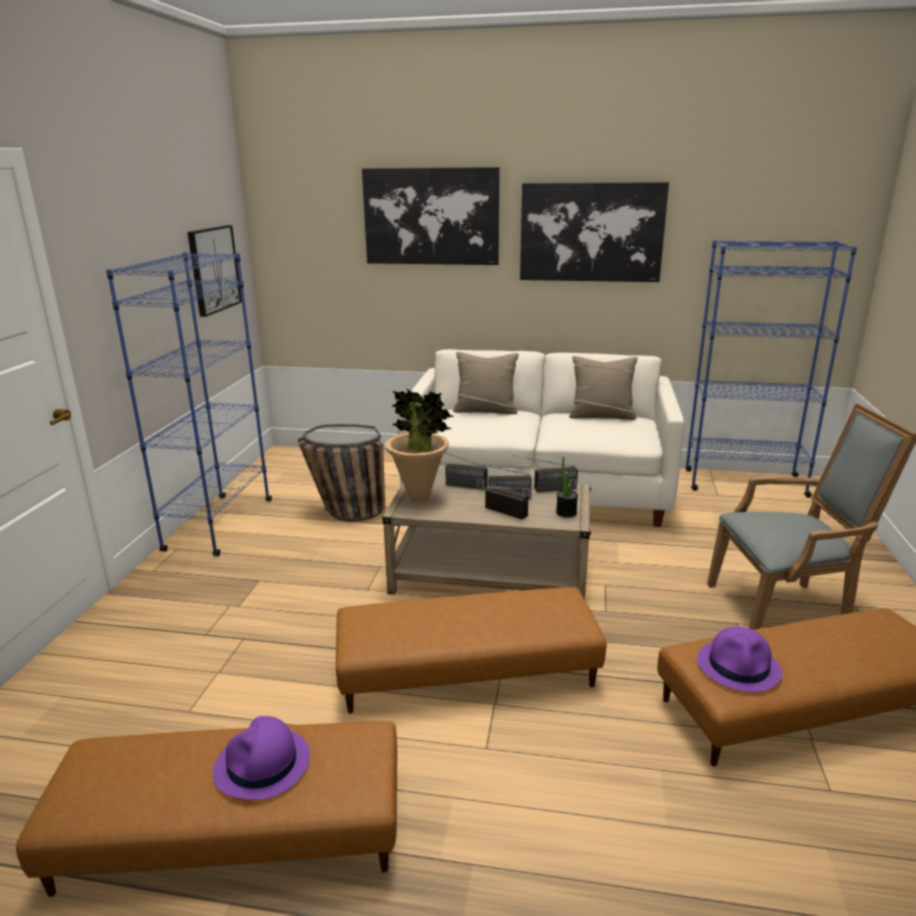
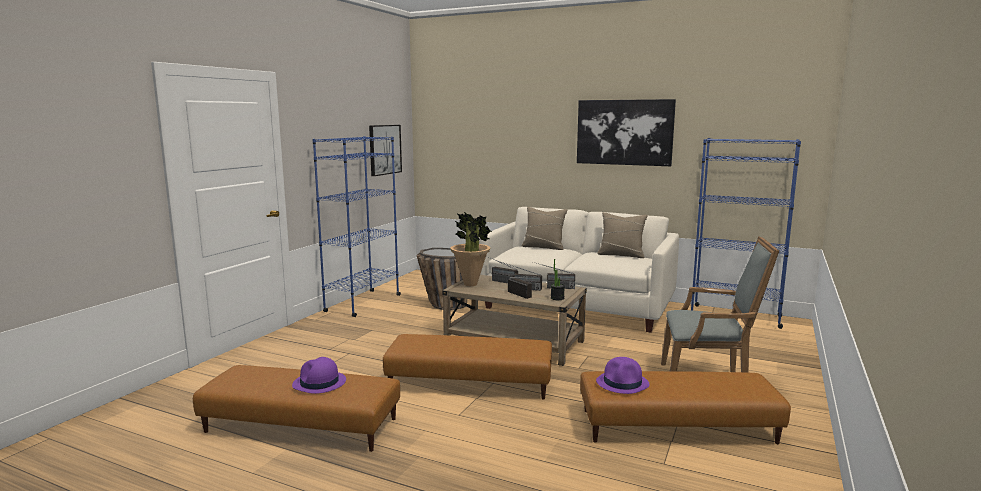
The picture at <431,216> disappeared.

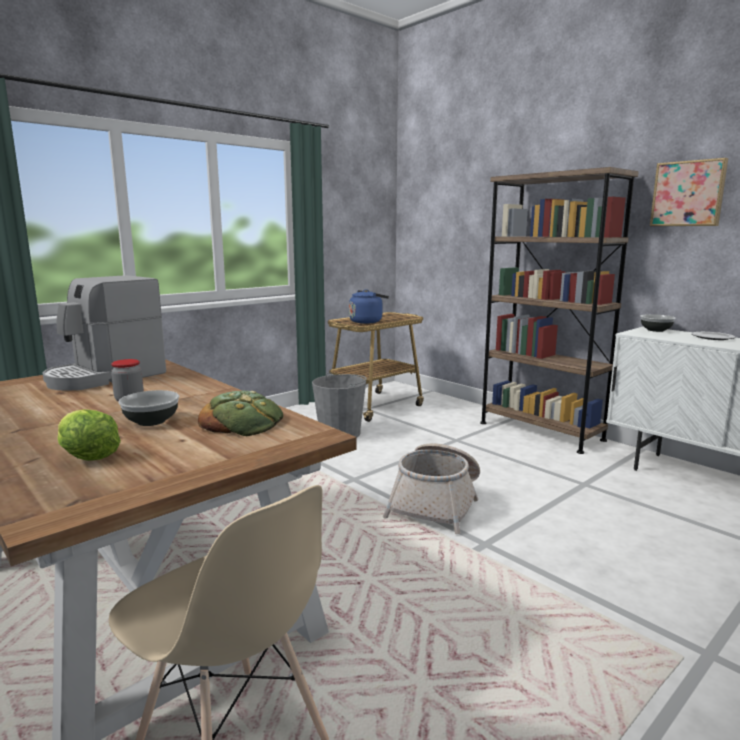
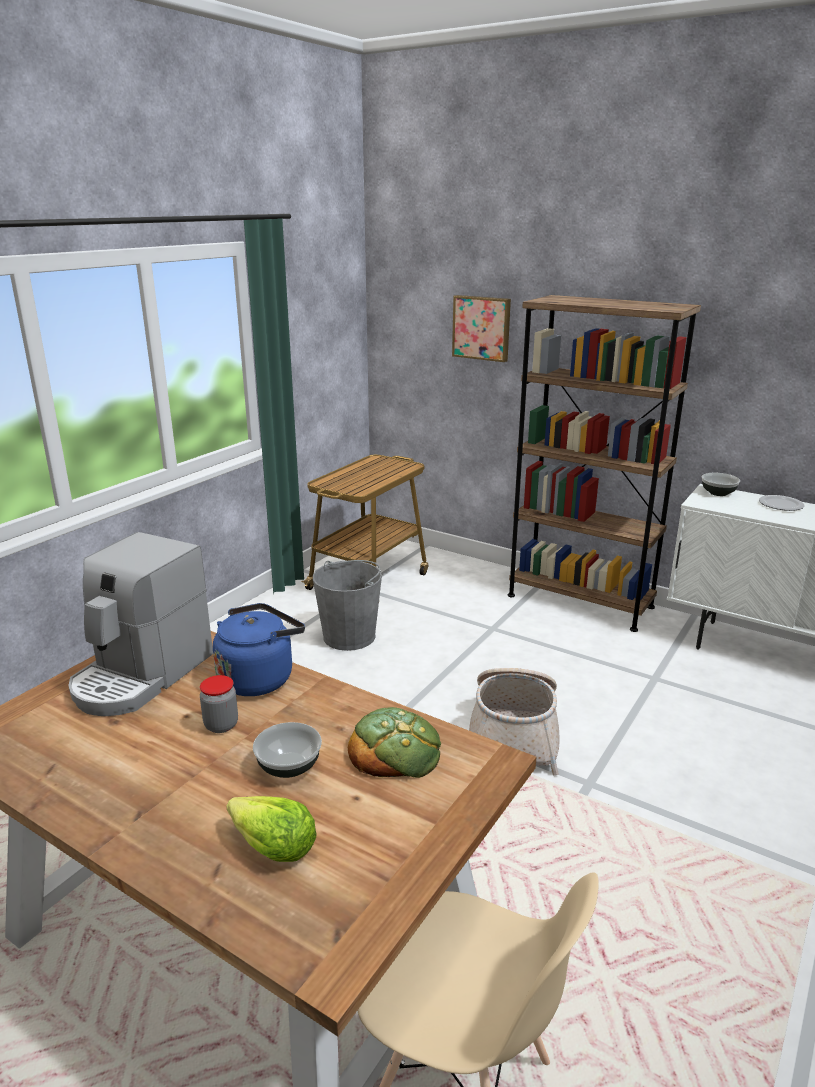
The picture moved from <689,192> to <481,328>.
The blue water kettle moved from <369,306> to <259,649>.

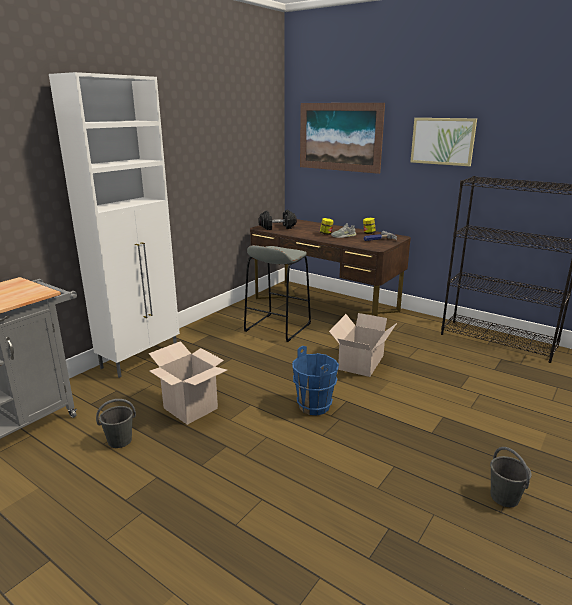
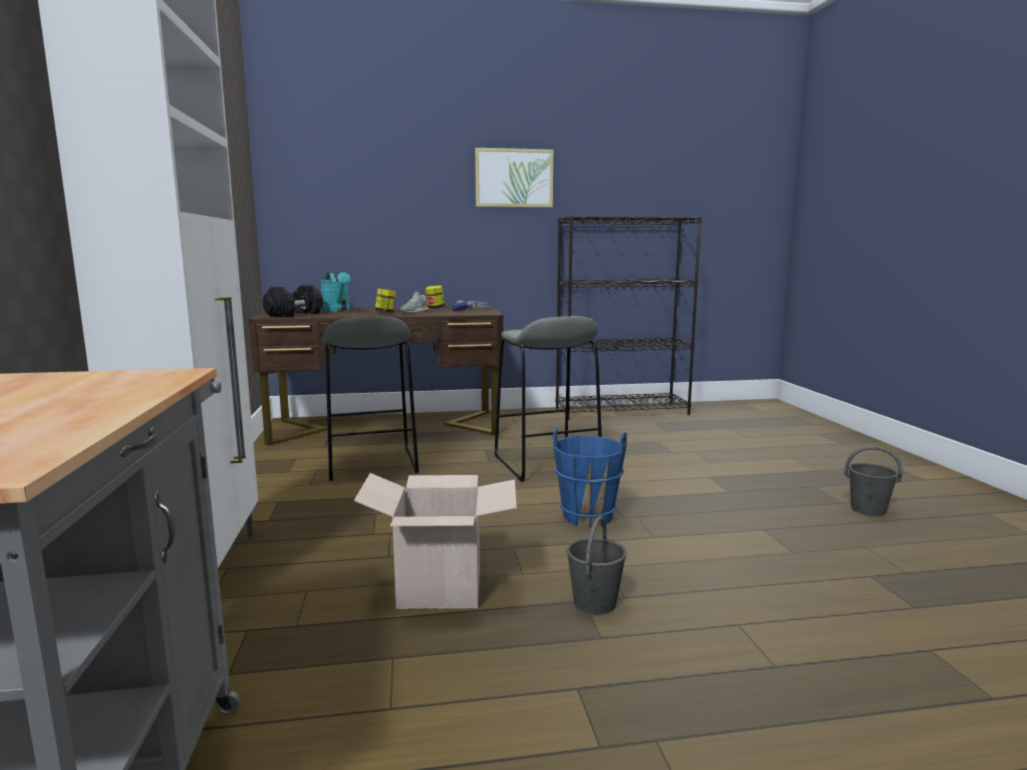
The picture at <342,138> disappeared.
The packing box at <363,345> was replaced by the gray stool seat at <548,399>.
The gray pail moved from <116,423> to <597,565>.
The turquoise-coloured watering can at <335,292> appeared.

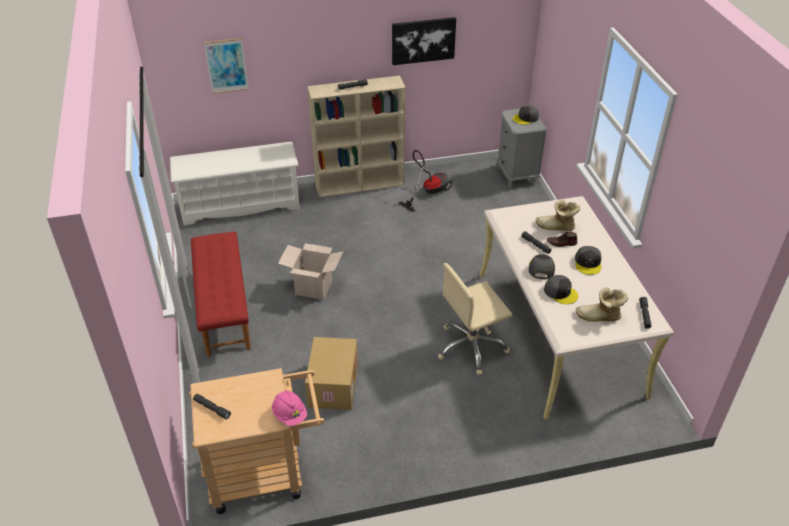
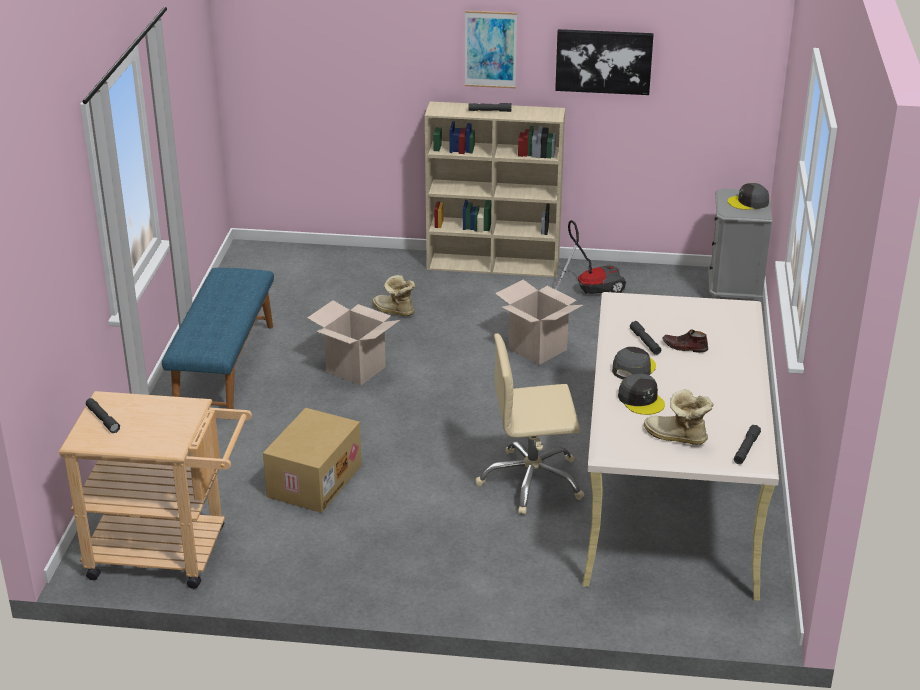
The picture moved from <226,66> to <491,49>.
The whitish shoe stand at <235,184> disappeared.
The tall boot moved from <558,215> to <394,295>.
The red long seat at <221,294> became the blue long seat at <218,344>.
The gray peaked cap at <588,260> disappeared.
The pink-coloured hard hat at <289,408> disappeared.
The packing box at <539,322> appeared.

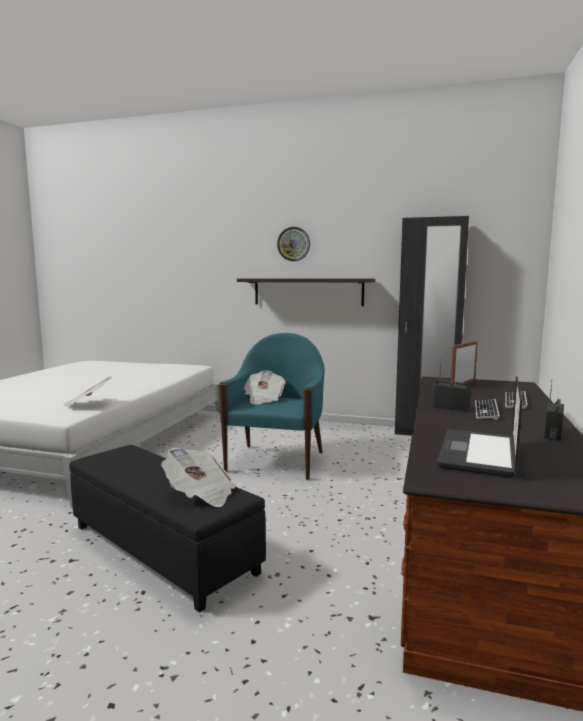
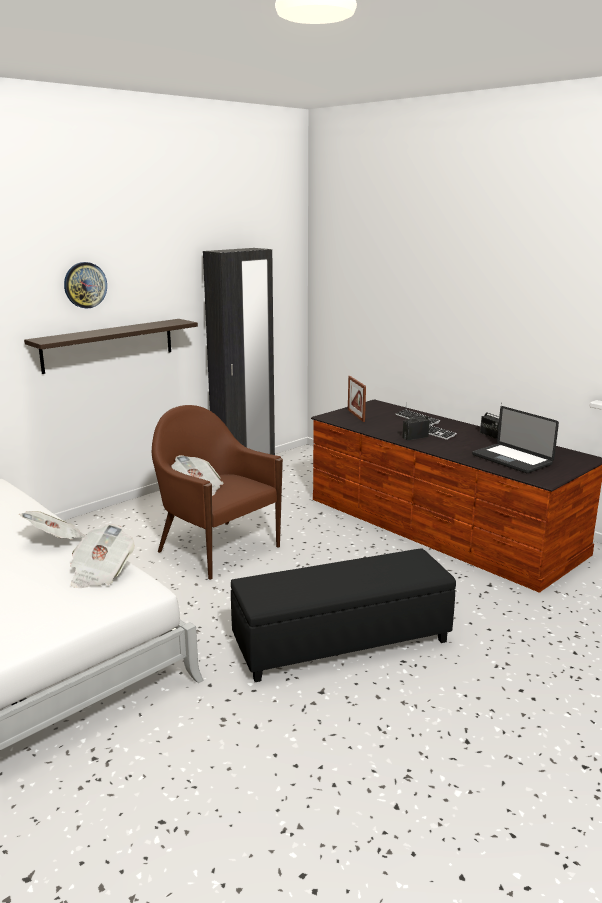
The turquoise-coloured armchair at <272,406> became the brown armchair at <217,492>.
The newspaper moved from <198,477> to <52,525>.

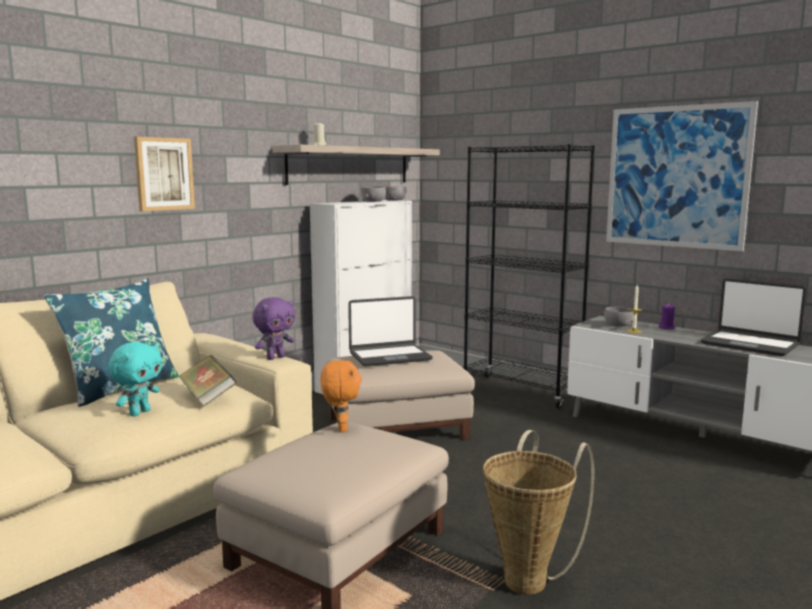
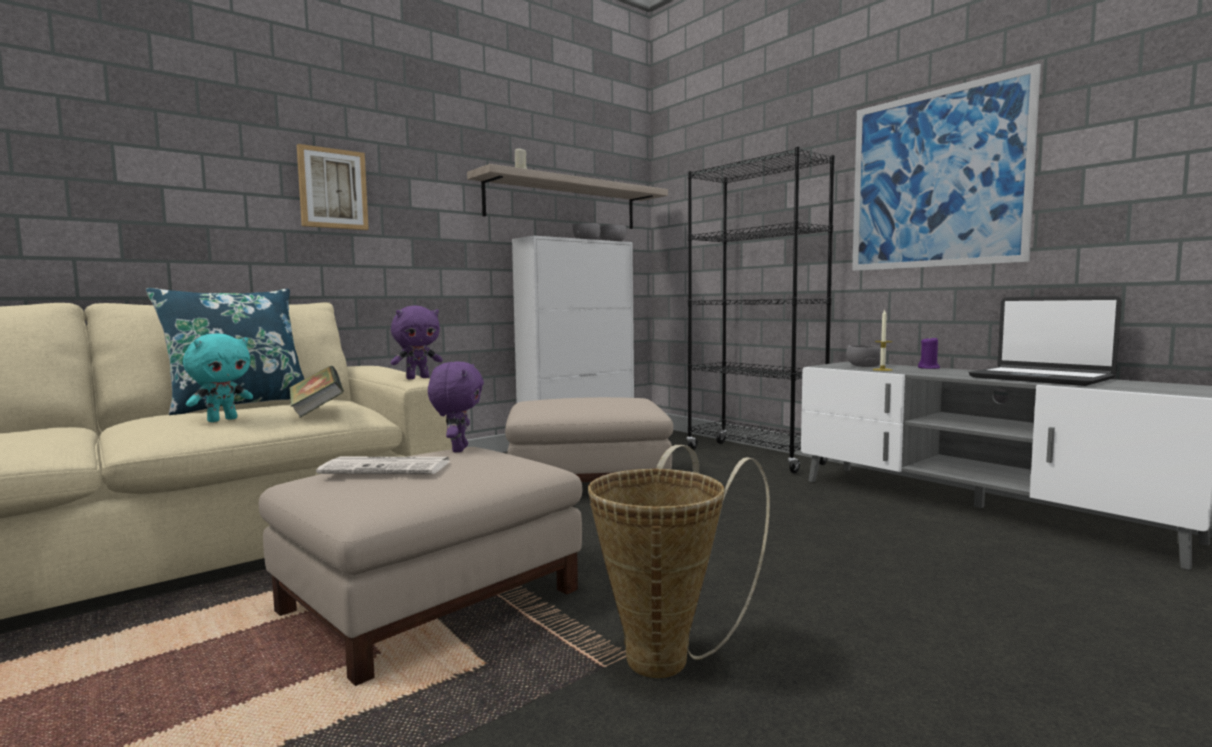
The notebook computer at <390,331> disappeared.
The orange-coloured soft toy at <341,395> became the purplish soft toy at <456,406>.
The newspaper at <383,465> appeared.

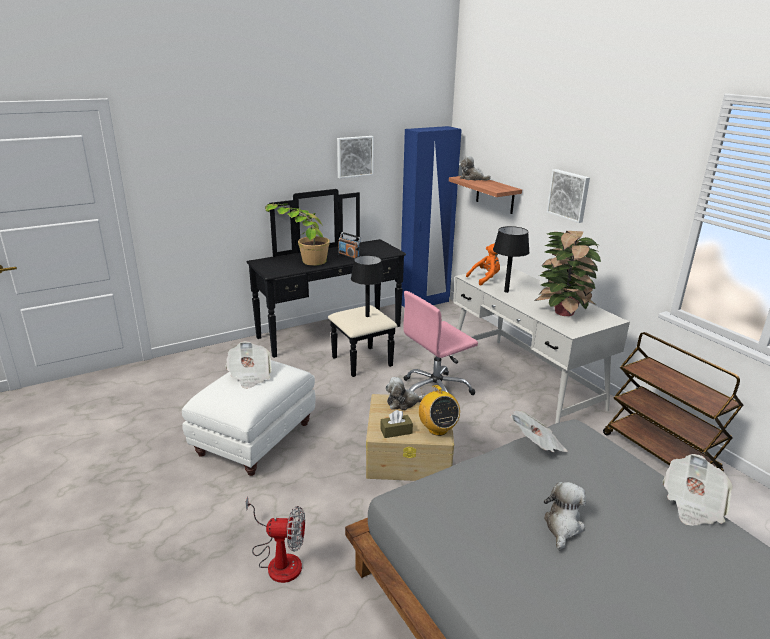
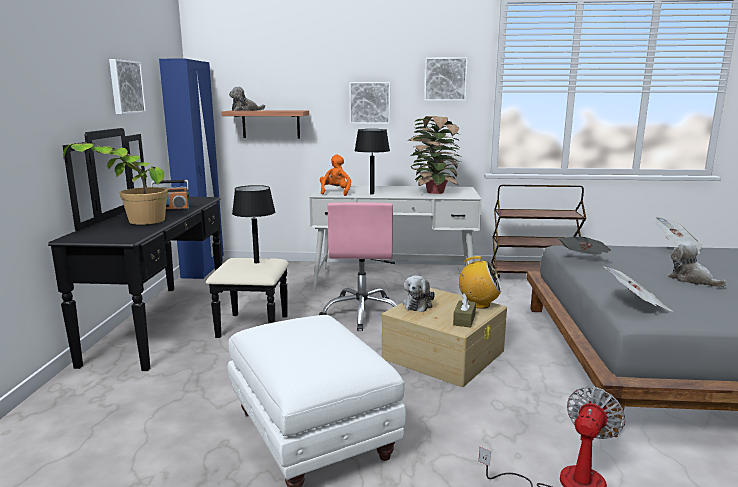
The newspaper moved from <248,365> to <639,289>.
The picture at <446,79> appeared.

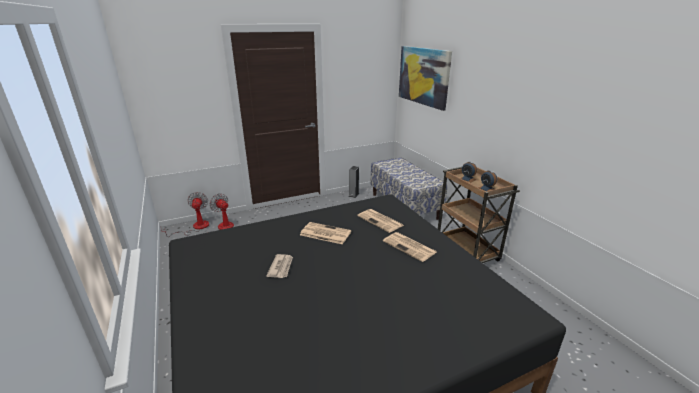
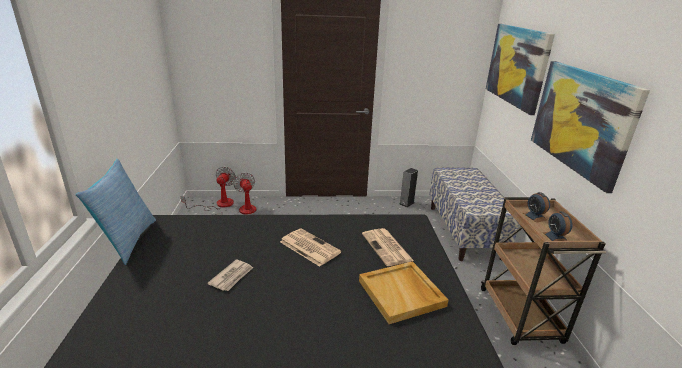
The newspaper at <410,247> was replaced by the beige-coloured tray at <403,292>.
The picture at <590,127> appeared.
The throw pillow at <116,212> appeared.

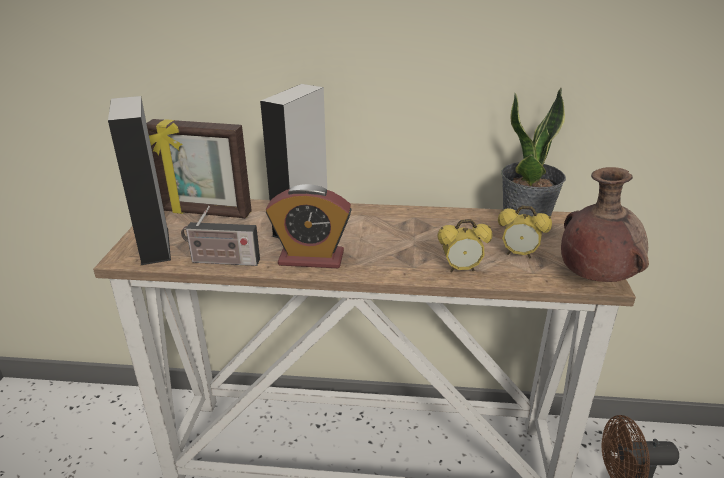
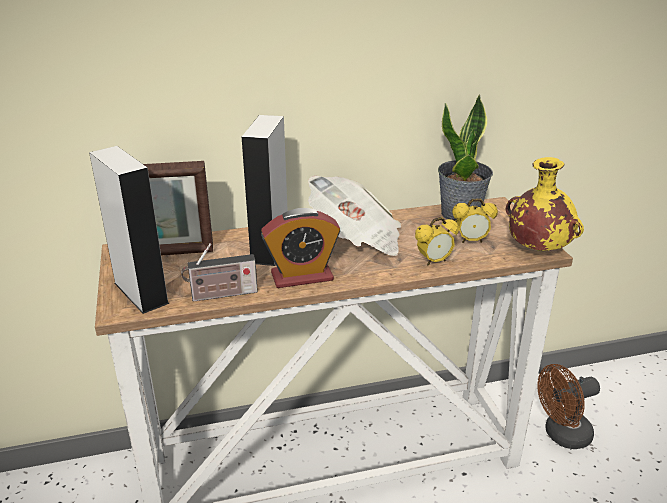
The brown flower vase at <605,224> became the yellow flower vase at <545,204>.
The newspaper at <354,215> appeared.

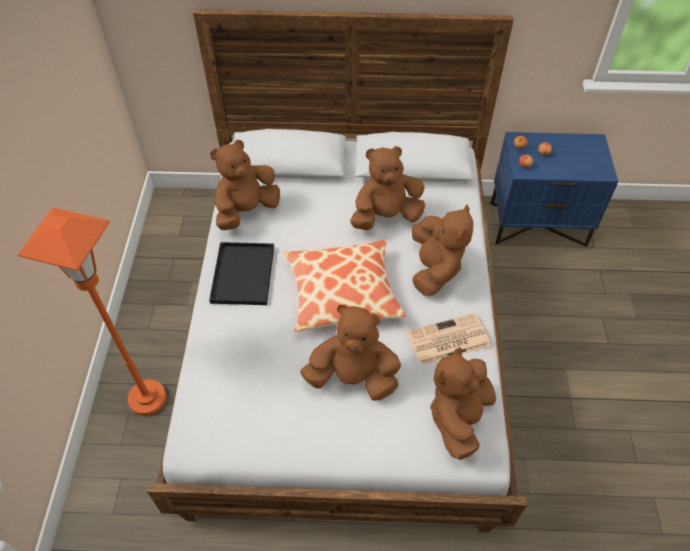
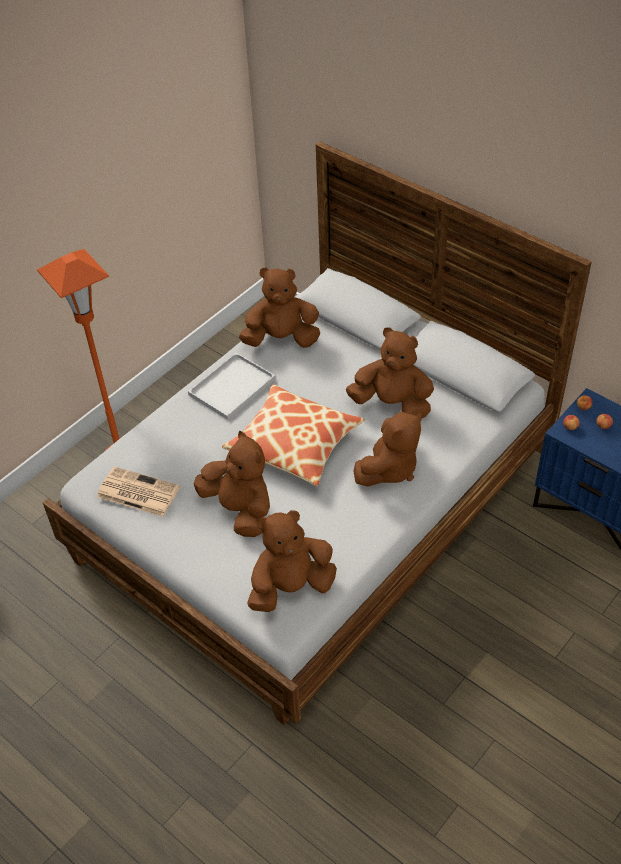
The black-coloured tray at <241,273> became the whitish tray at <232,386>.
The newspaper moved from <448,339> to <138,491>.

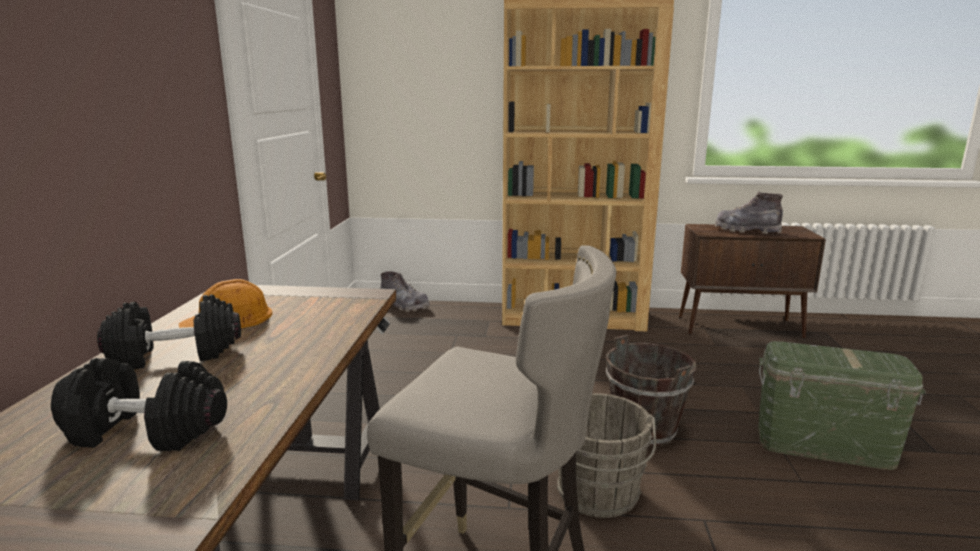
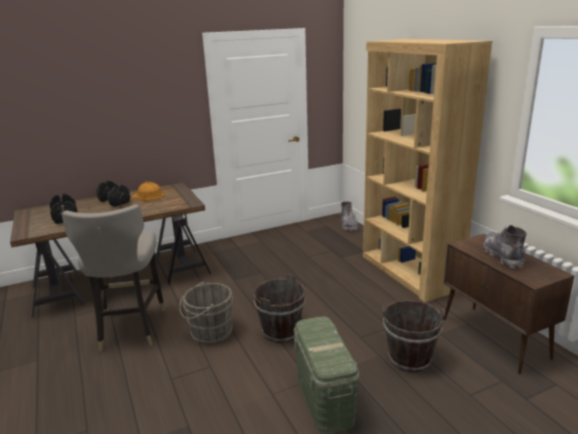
The brown pail at <414,336> appeared.

